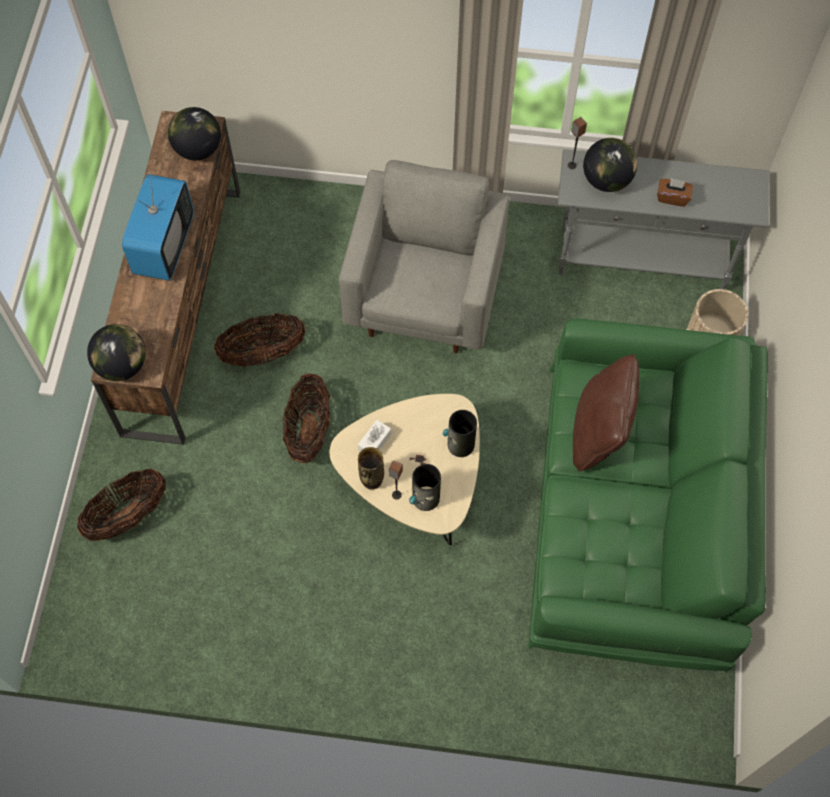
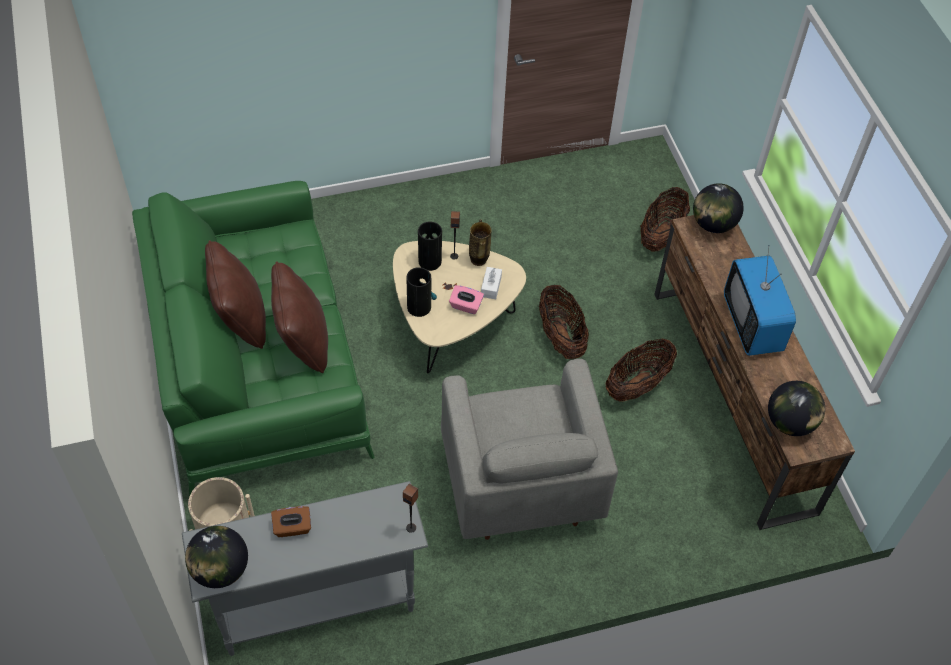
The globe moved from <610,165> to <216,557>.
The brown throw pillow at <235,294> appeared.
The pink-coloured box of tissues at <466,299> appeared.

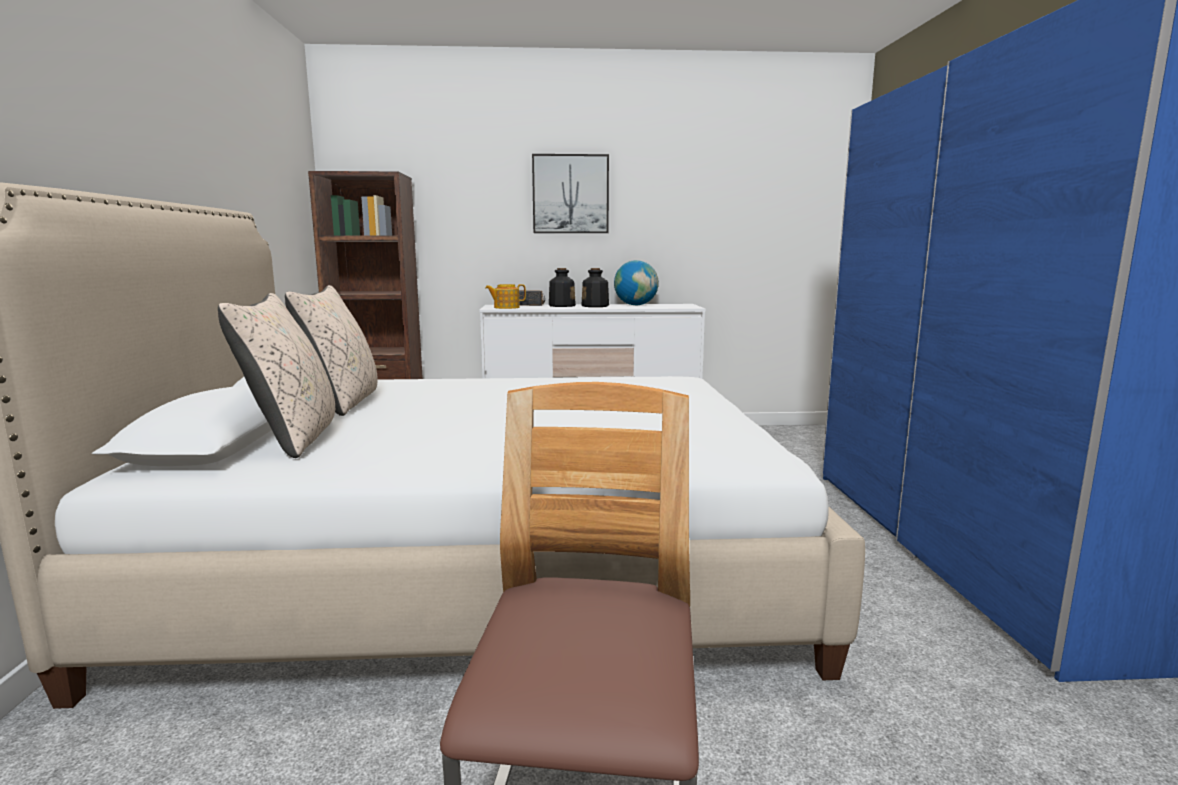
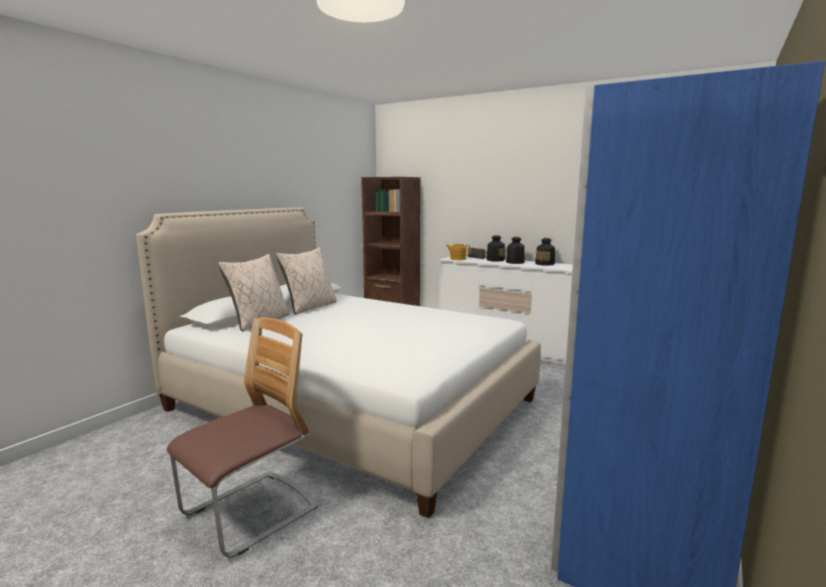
The picture at <570,193> disappeared.
The globe at <636,282> was replaced by the beverage bottle at <545,252>.

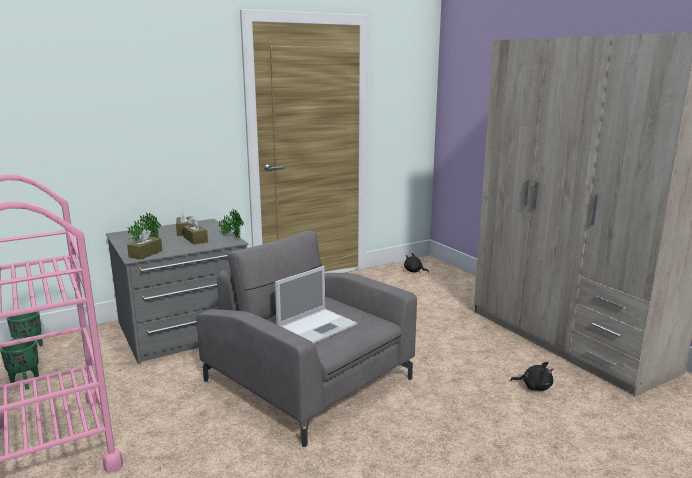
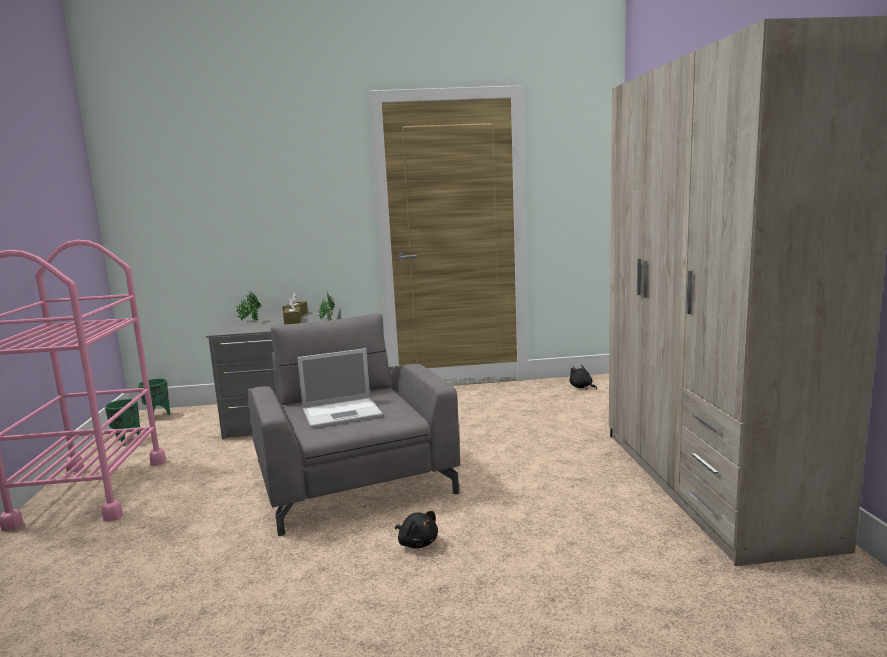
The brown box of tissues at <144,244> disappeared.
The black-coloured soft toy moved from <531,376> to <416,529>.

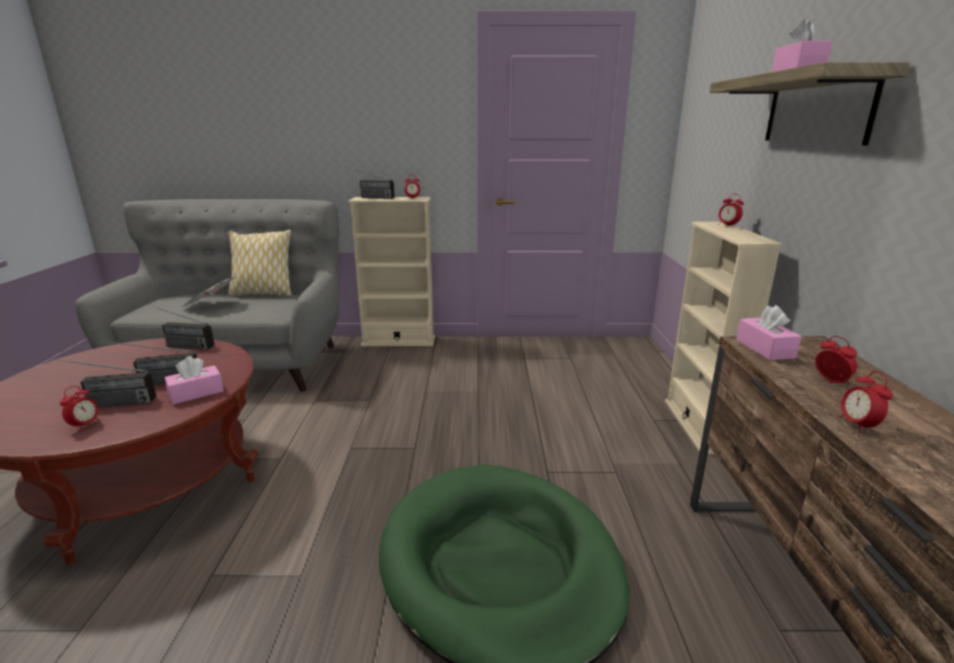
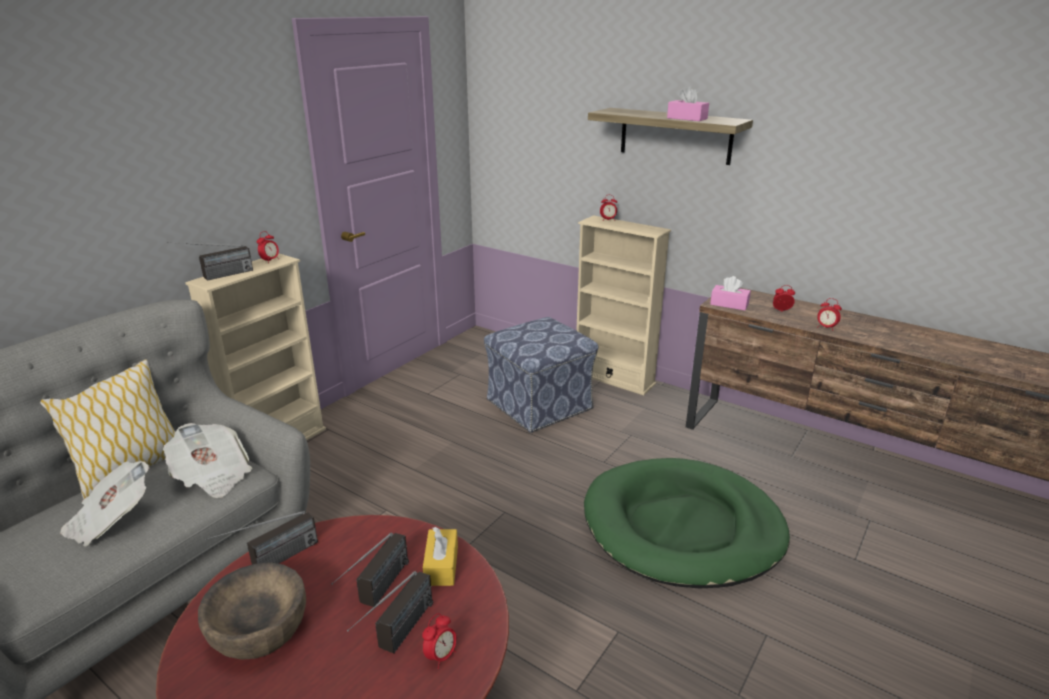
The pink-coloured box of tissues at <194,380> became the yellow box of tissues at <440,556>.
The bedside clock at <80,408> turned 75 degrees clockwise.
The pouffe at <541,375> appeared.
The newspaper at <207,460> appeared.
The brown deep dish at <252,611> appeared.

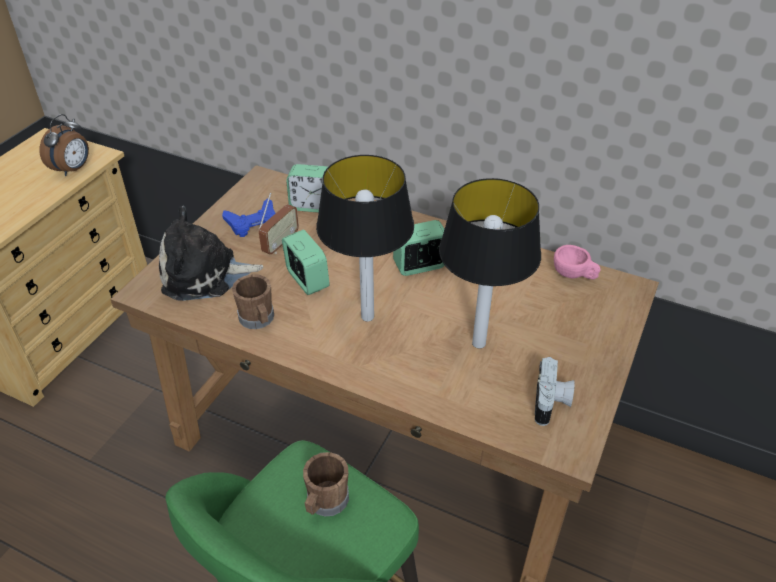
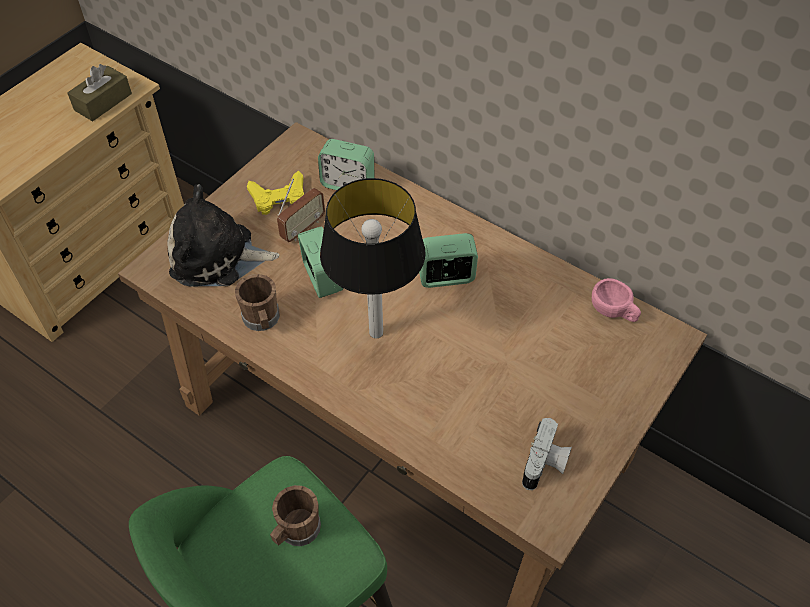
The bedside clock at <64,145> was replaced by the brown box of tissues at <99,92>.
The lamp for a table at <490,263> disappeared.
The blue joypad at <249,217> became the yellow joypad at <275,193>.

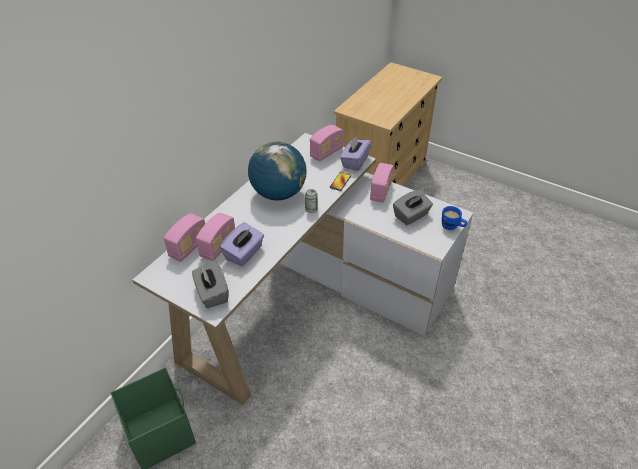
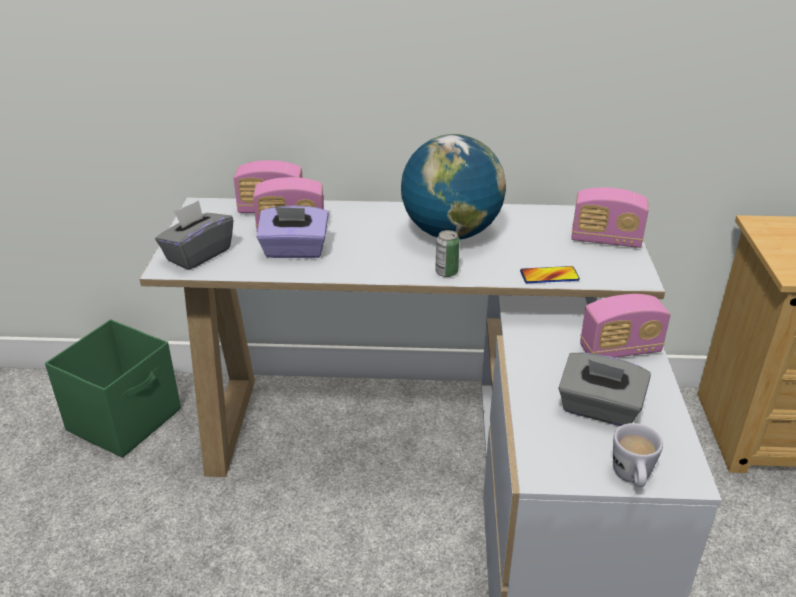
The purplish box of tissues at <355,153> disappeared.
The blue tea mug at <454,218> became the whitish tea mug at <638,455>.

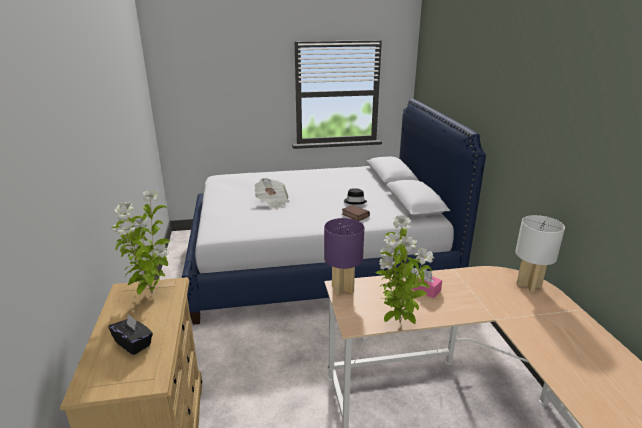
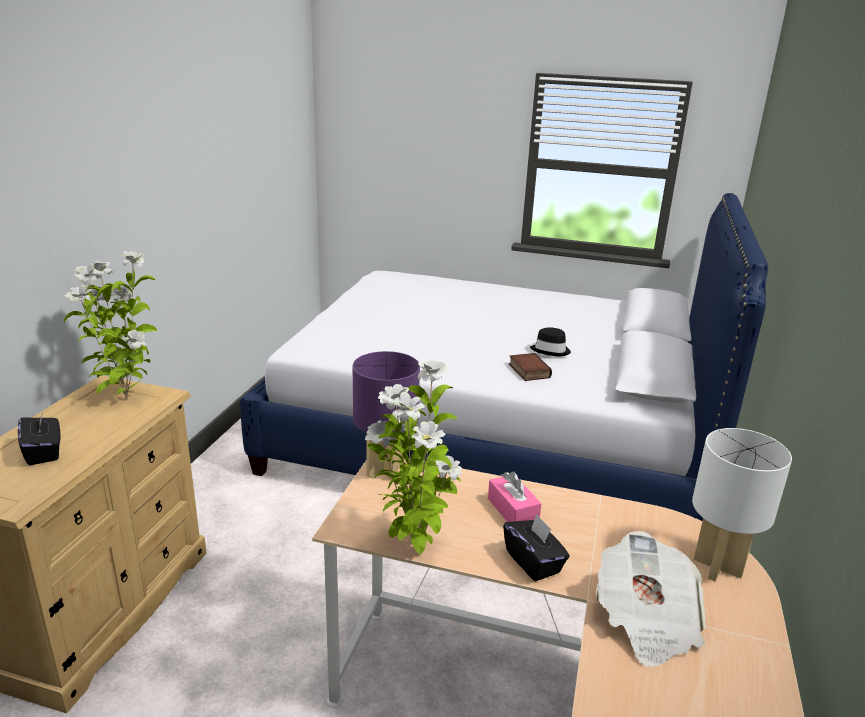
The newspaper moved from <271,193> to <650,599>.
The black-coloured box of tissues at <536,547> appeared.

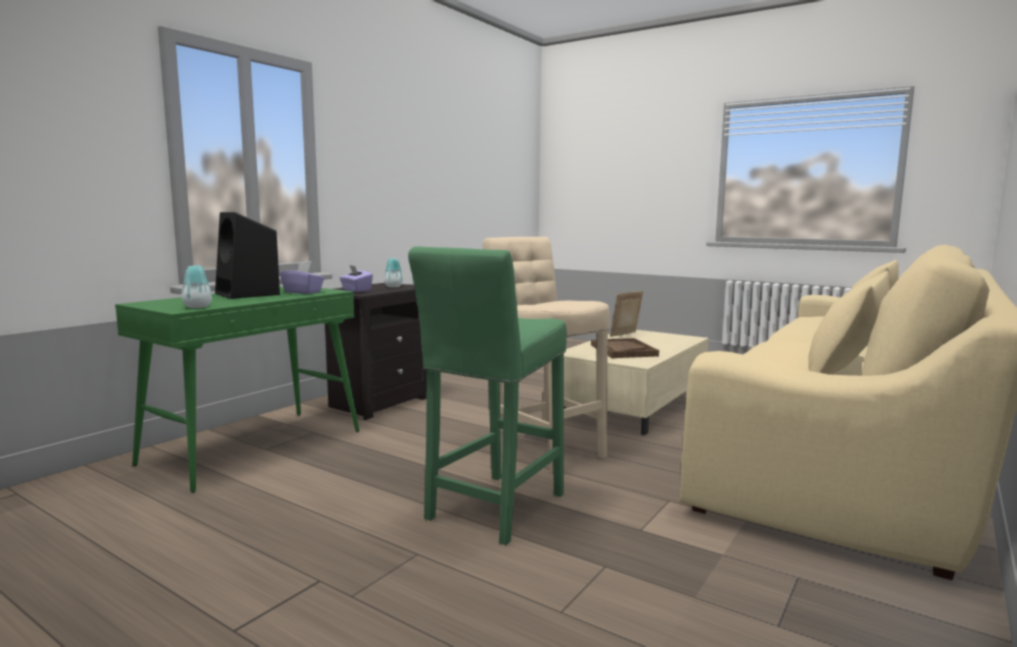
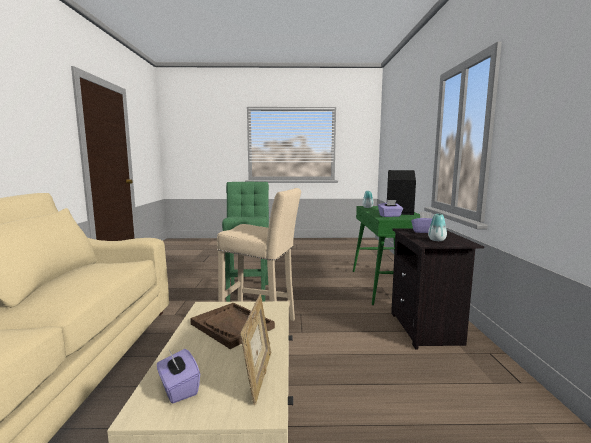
The purplish box of tissues at <178,376> appeared.

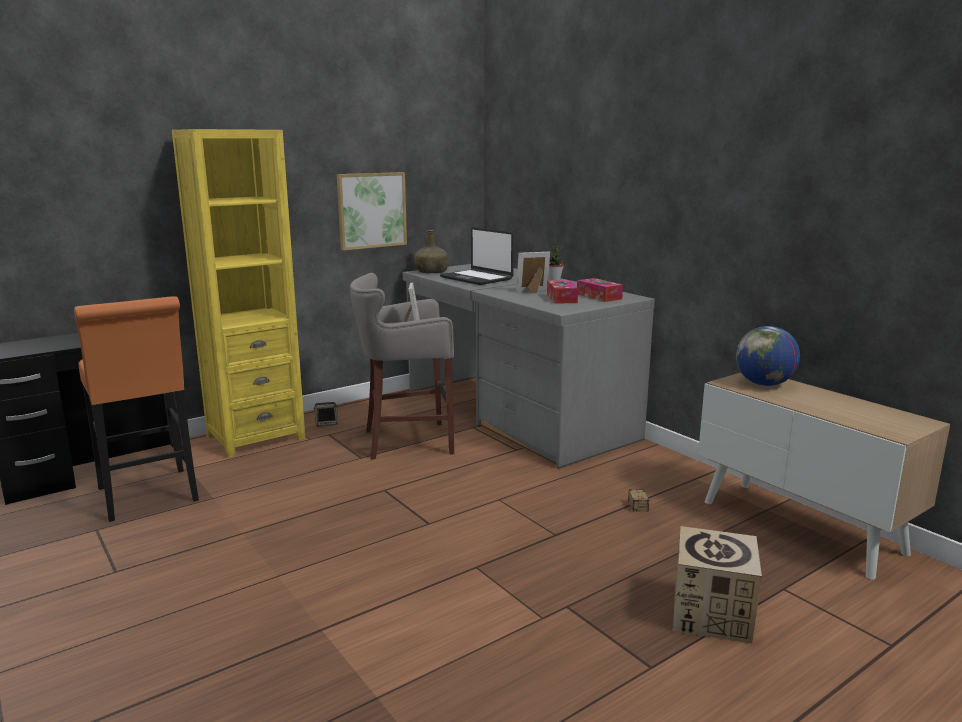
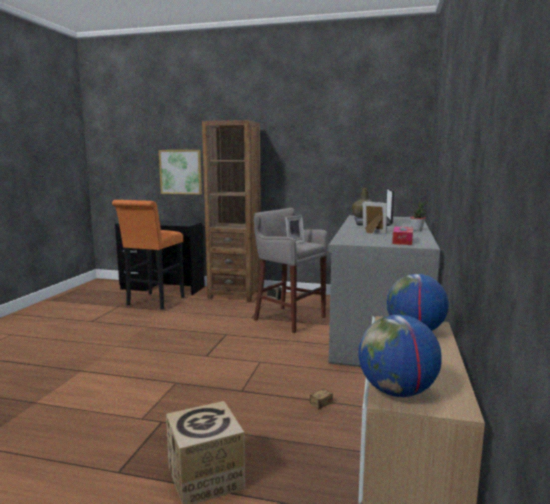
The yellow shelving unit at <238,293> became the brown shelving unit at <231,211>.
The picture moved from <372,211> to <180,172>.
The box of tissues at <562,292> disappeared.
The globe at <400,356> appeared.

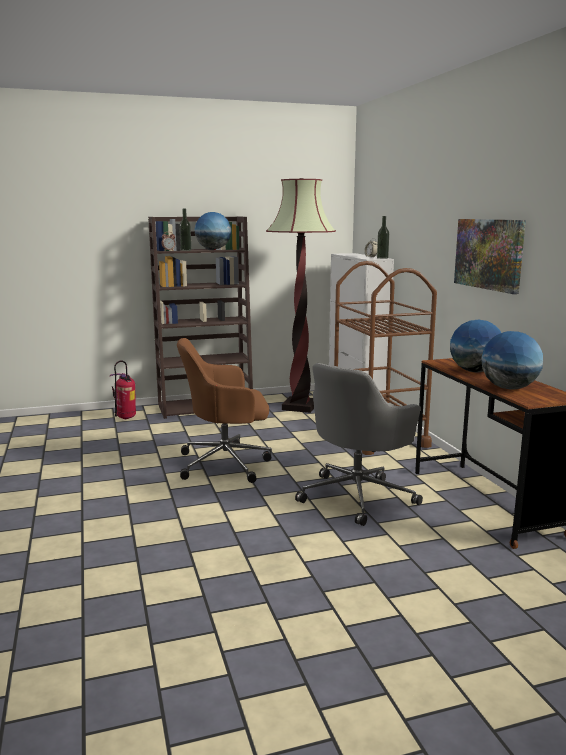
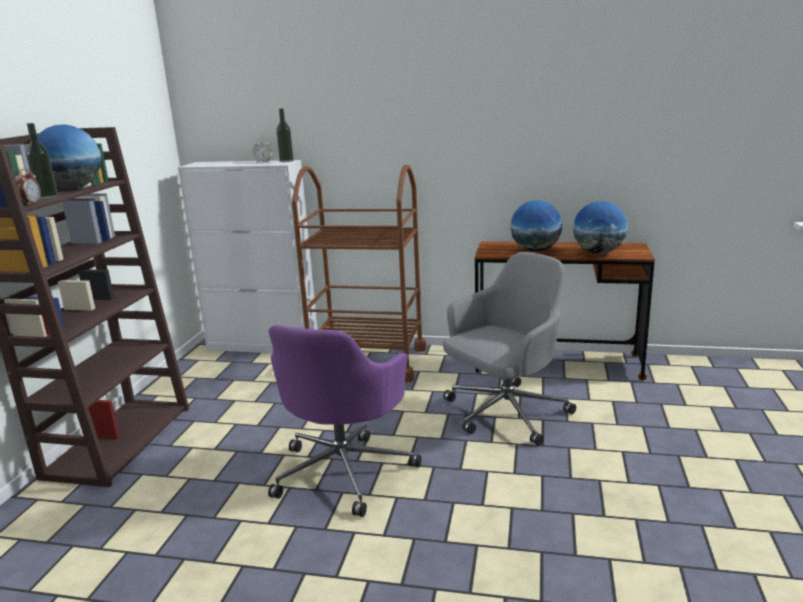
The standard lamp at <301,295> disappeared.
The picture at <490,256> disappeared.
The brown computer chair at <224,410> became the purplish computer chair at <344,421>.
The fire-fighting cylinder at <123,389> disappeared.
The gray computer chair at <359,444> turned 105 degrees counterclockwise.

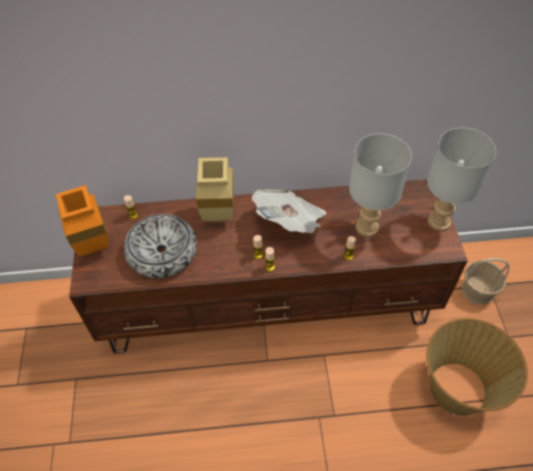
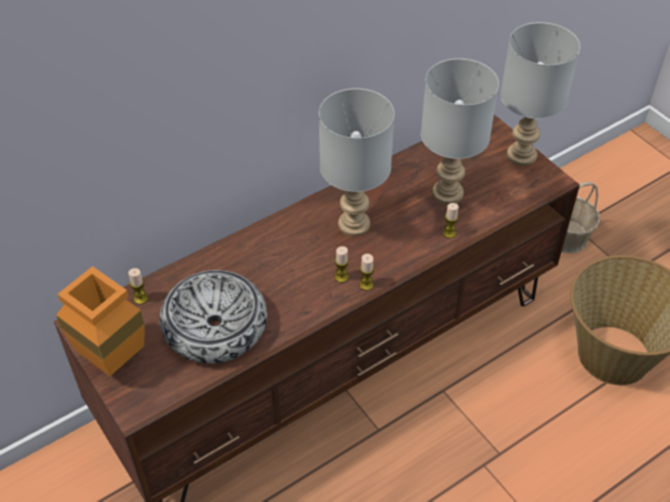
The beige-coloured flower vase at <215,189> disappeared.
The newspaper at <289,212> was replaced by the gray lamp for a table at <357,162>.

